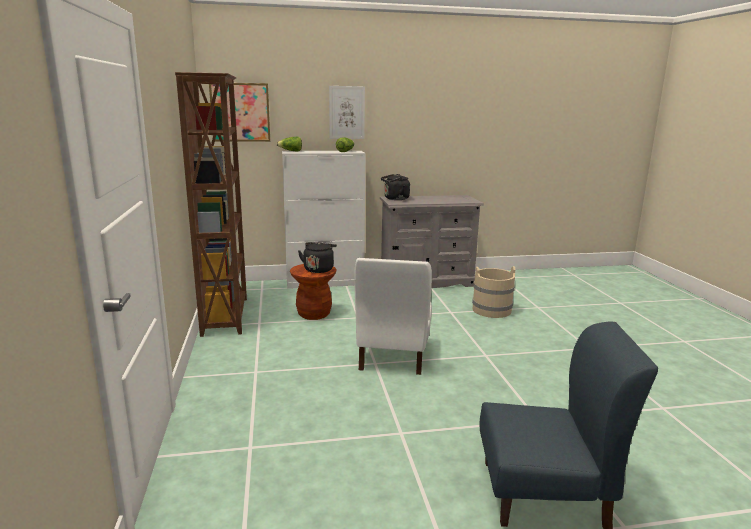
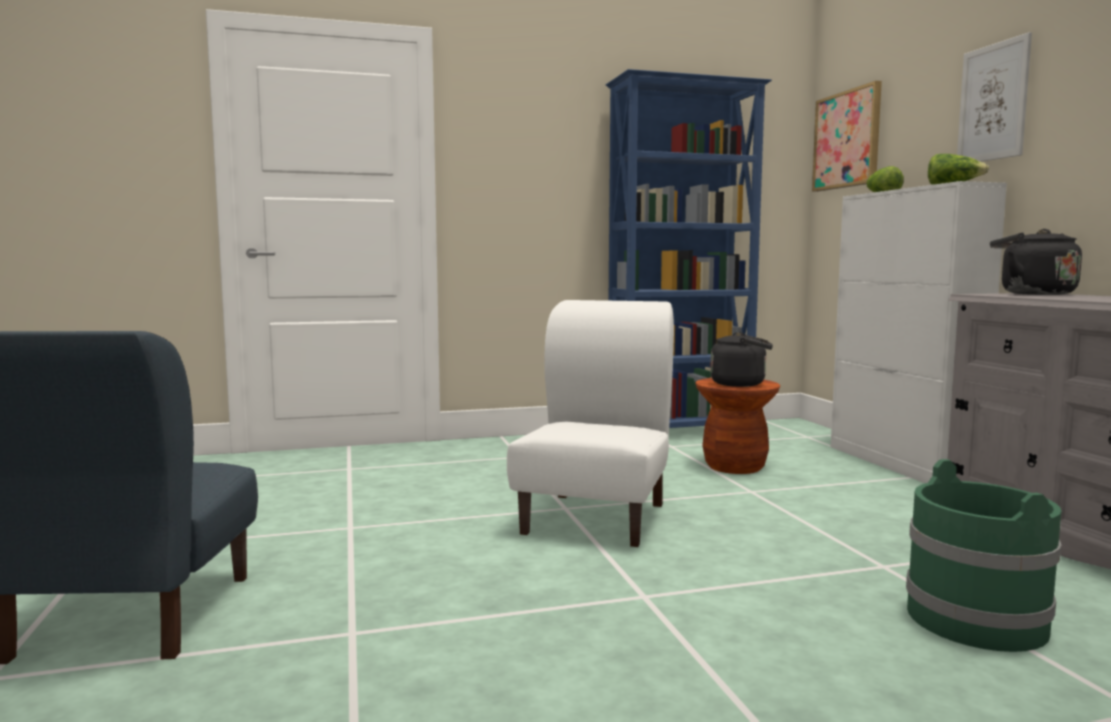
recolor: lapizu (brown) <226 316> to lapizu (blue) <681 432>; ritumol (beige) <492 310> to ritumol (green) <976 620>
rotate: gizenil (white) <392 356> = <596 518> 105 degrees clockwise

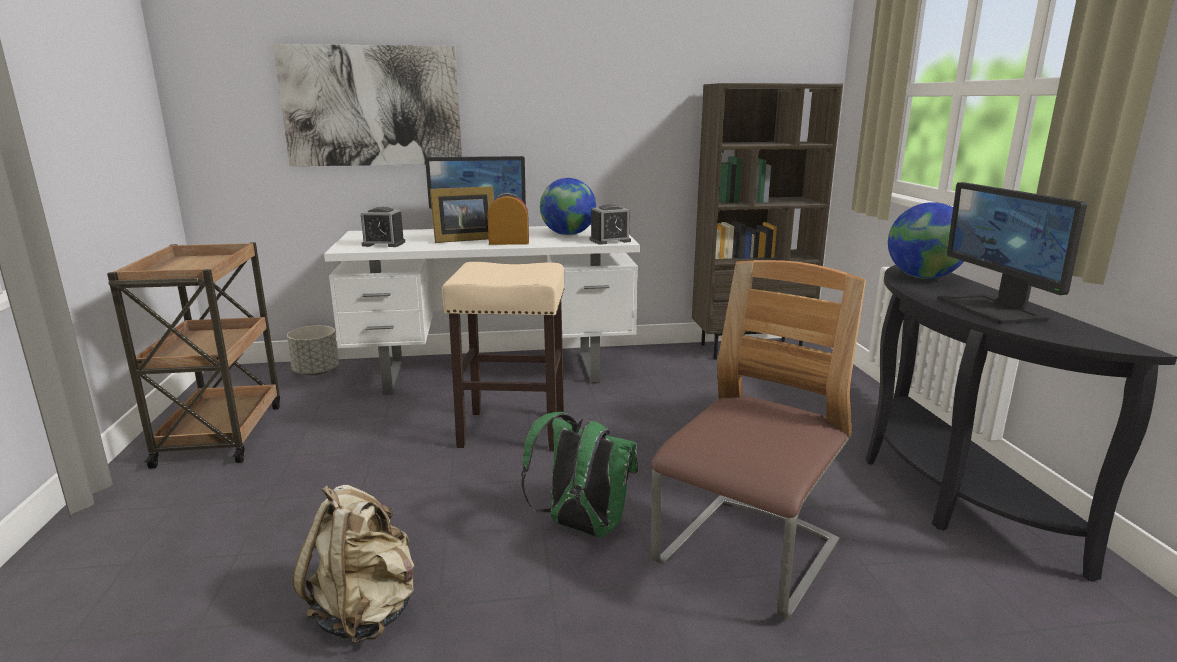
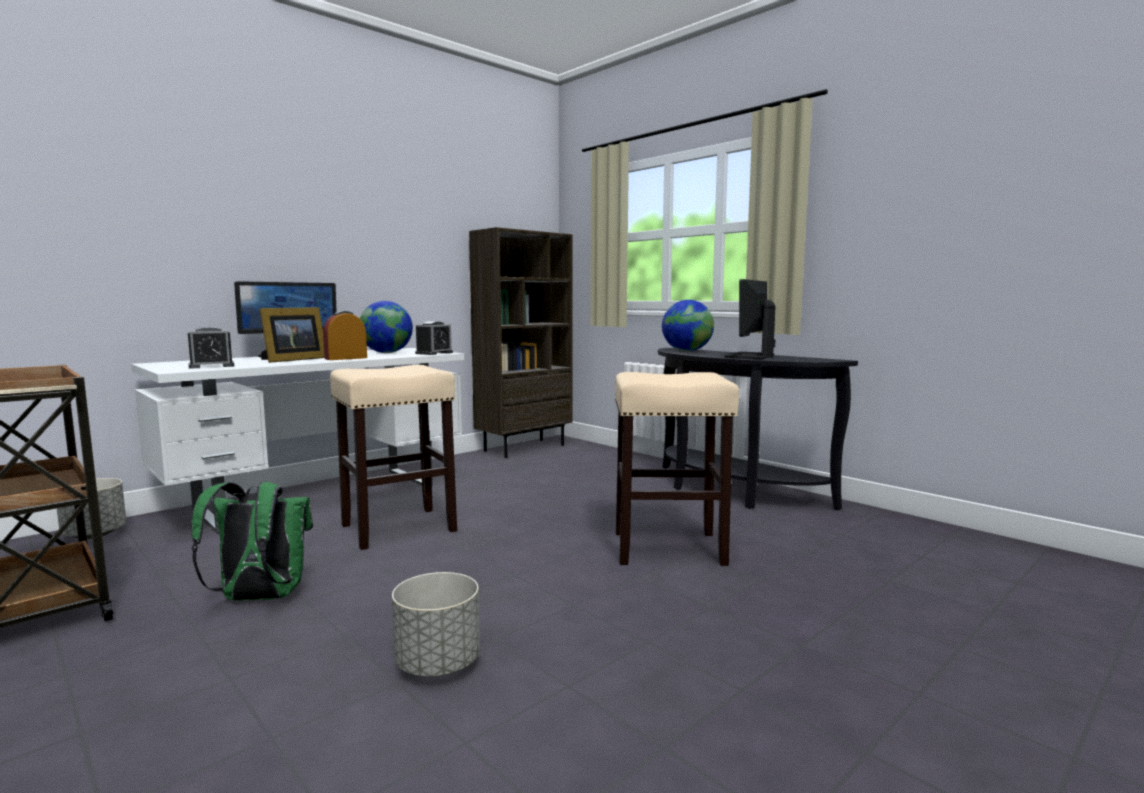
delete: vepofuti <372 106>
move: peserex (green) <581 527> to <259 598>
replace: peserex (beige) <366 612> to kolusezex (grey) <437 664>; gizenil <747 556> to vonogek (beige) <670 548>
rotate: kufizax <993 309> = <751 356> 75 degrees clockwise

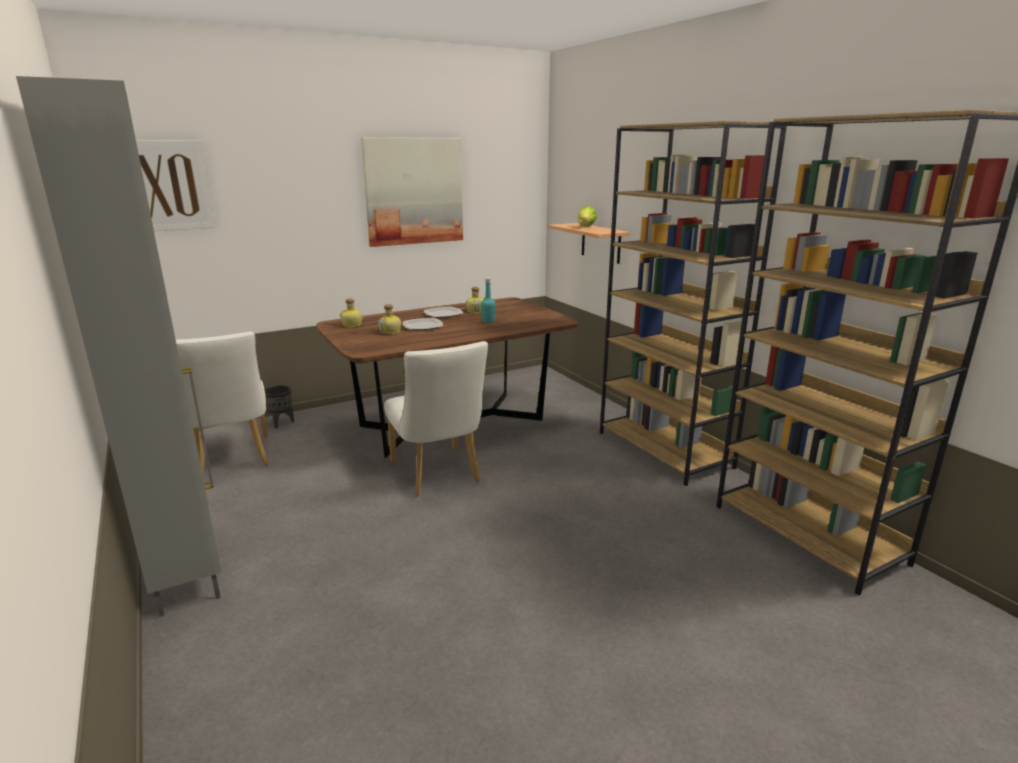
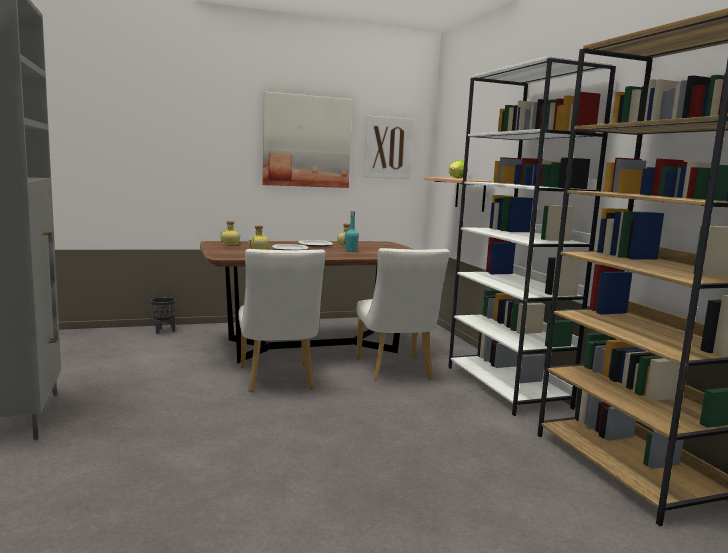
move: gizenil (white) <233 459> to <395 370>; vepofuti <169 186> to <388 148>
recolor: lapizu (brown) <665 450> to lapizu (white) <507 387>

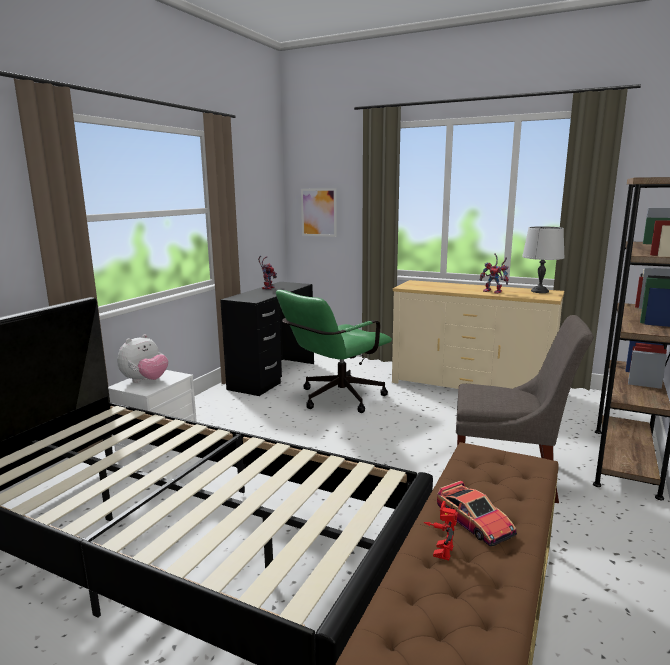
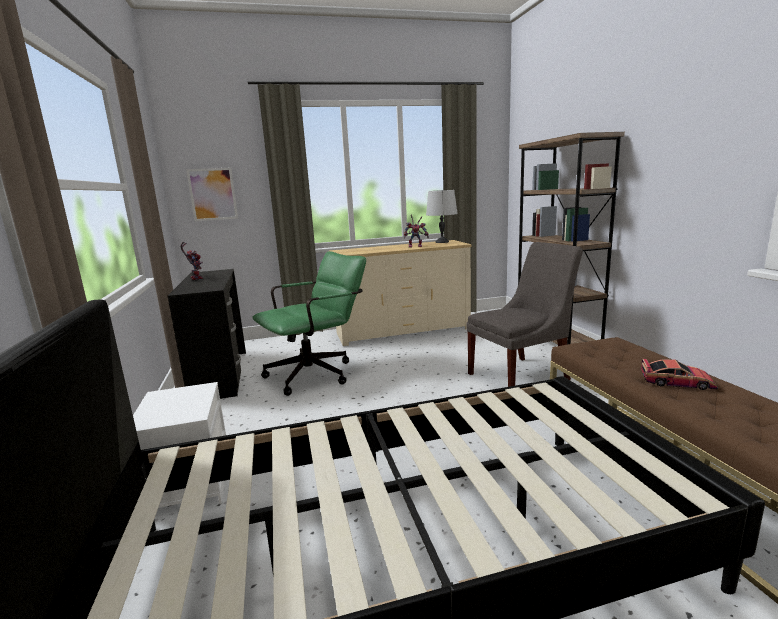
delete: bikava <145 381>; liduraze <440 549>
rotate: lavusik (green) <335 399> = <317 373> 135 degrees counterclockwise

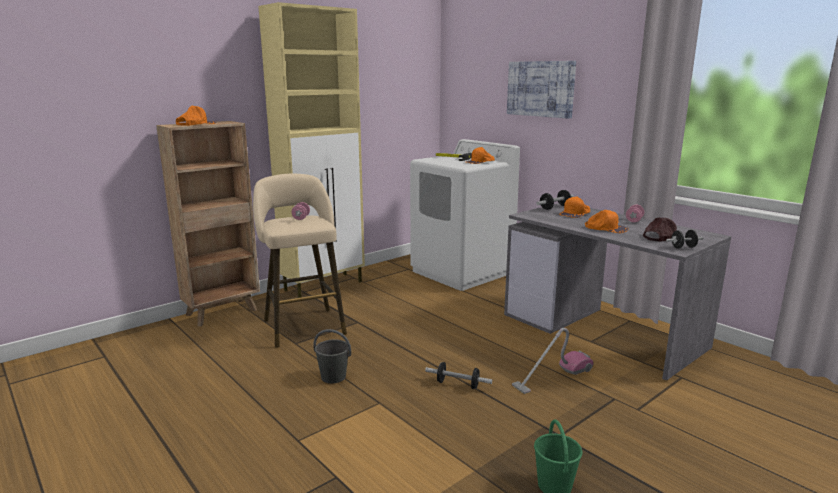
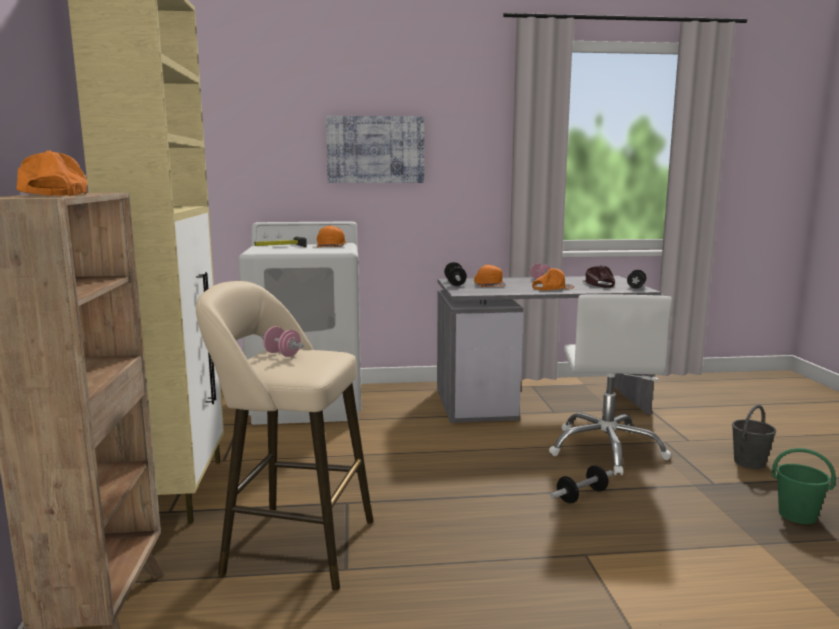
move: ritumol (grey) <333 377> to <749 463>
replace: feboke <553 377> to lavusik (white) <606 449>

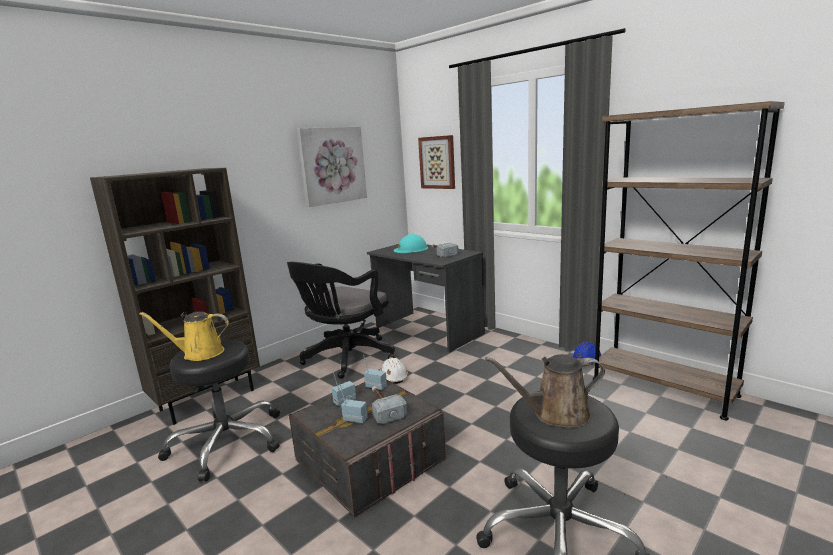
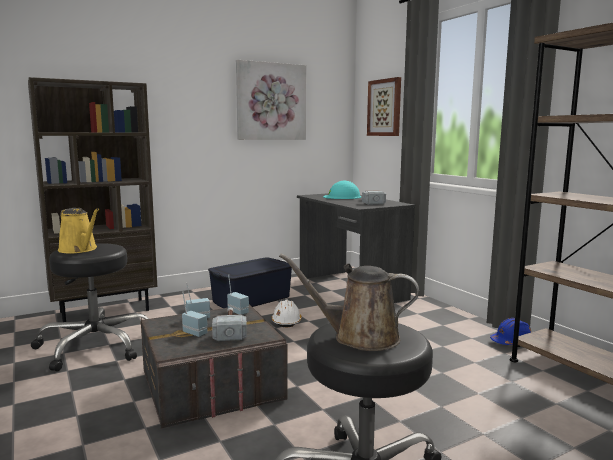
replace: lavusik (black) <345 358> to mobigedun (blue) <251 299>
rotate: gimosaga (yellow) <199 353> = <79 249> 150 degrees counterclockwise

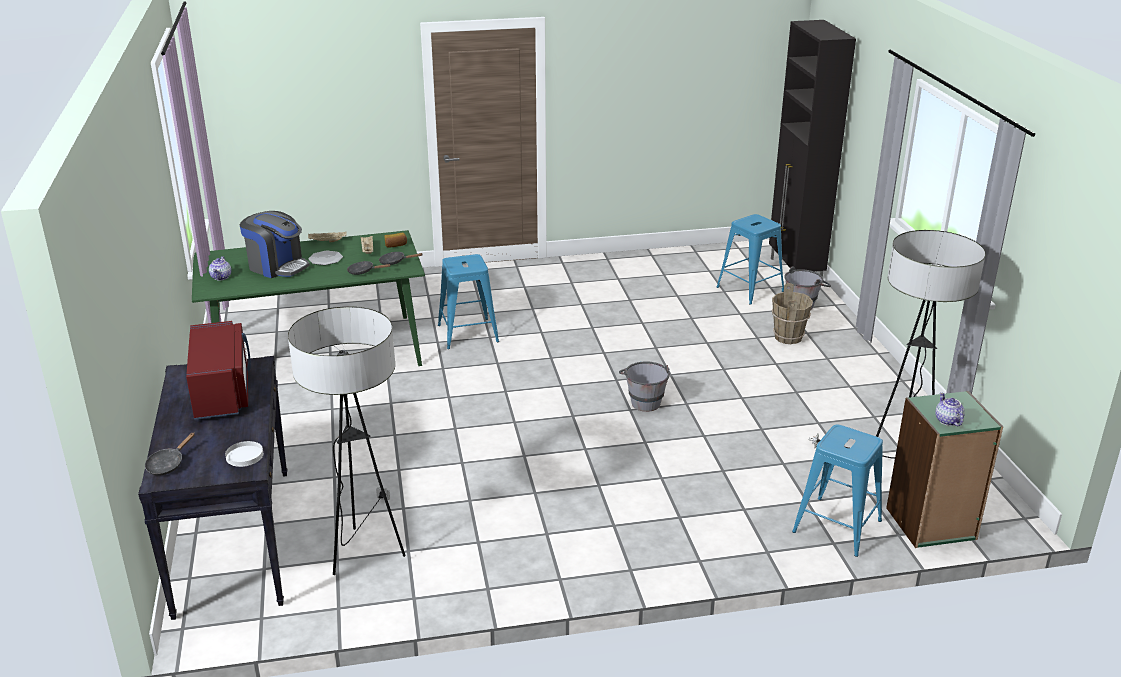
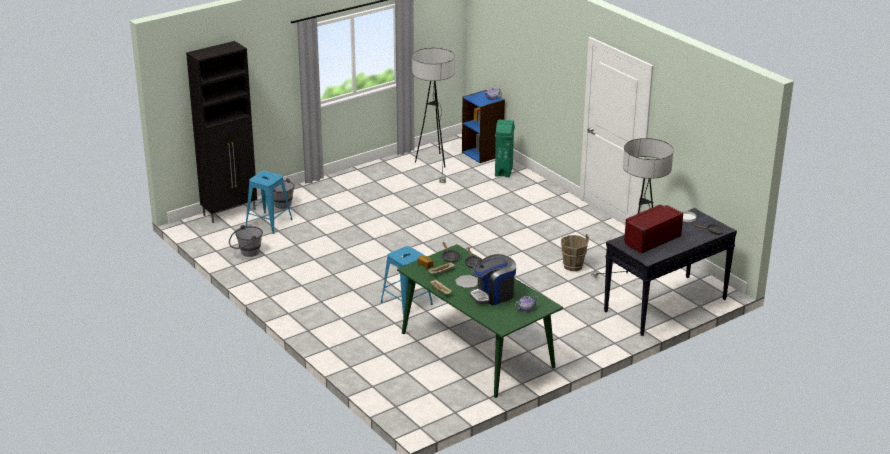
move: ritumol (grey) <644 400> to <246 253>; ritumol (brown) <788 337> to <572 266>
replace: vonogek (blue) <837 526> to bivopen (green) <504 171>
recolor: lapizu (green) <931 524> to lapizu (blue) <483 154>
rotate: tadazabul <277 266> = <493 295> 120 degrees counterclockwise

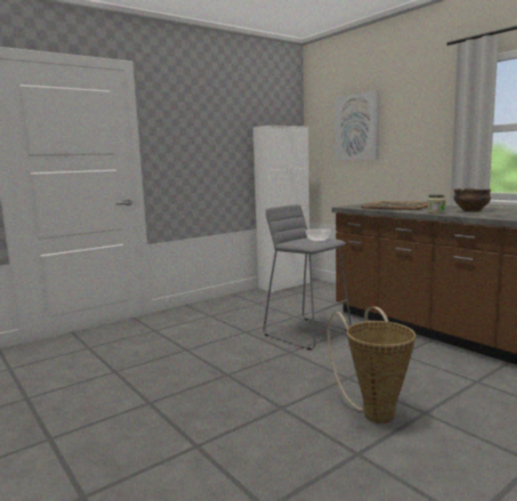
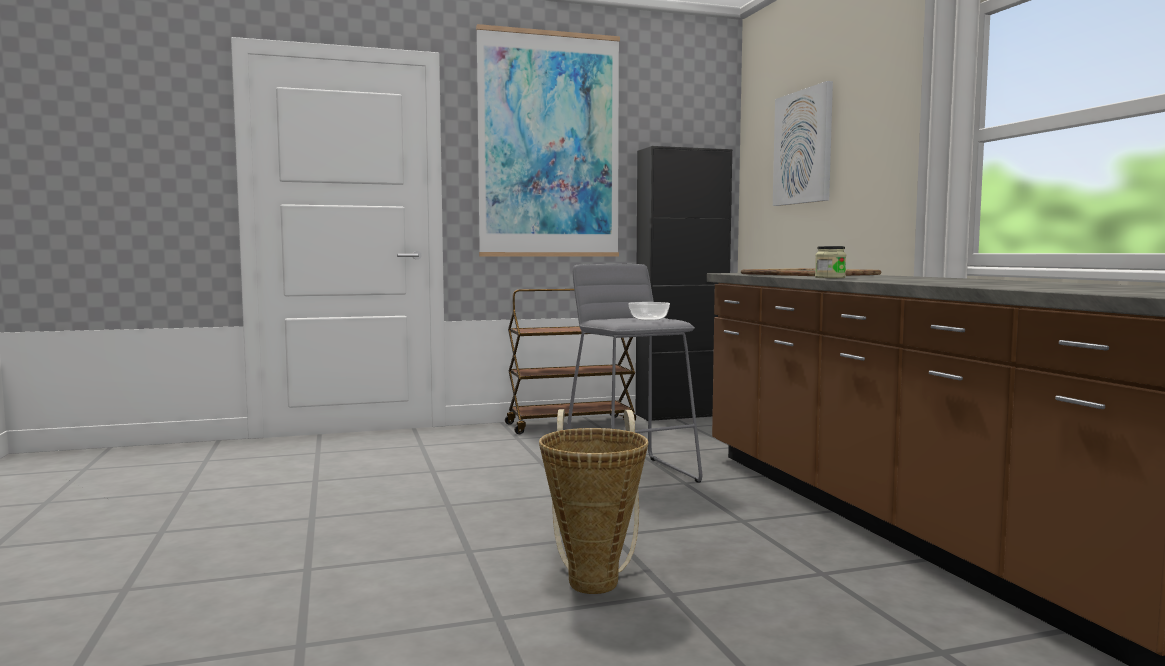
delete: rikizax <471 211>
insert: vepofuti <549 145>; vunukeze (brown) <571 425>
recolor: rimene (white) <284 285> to rimene (black) <681 415>

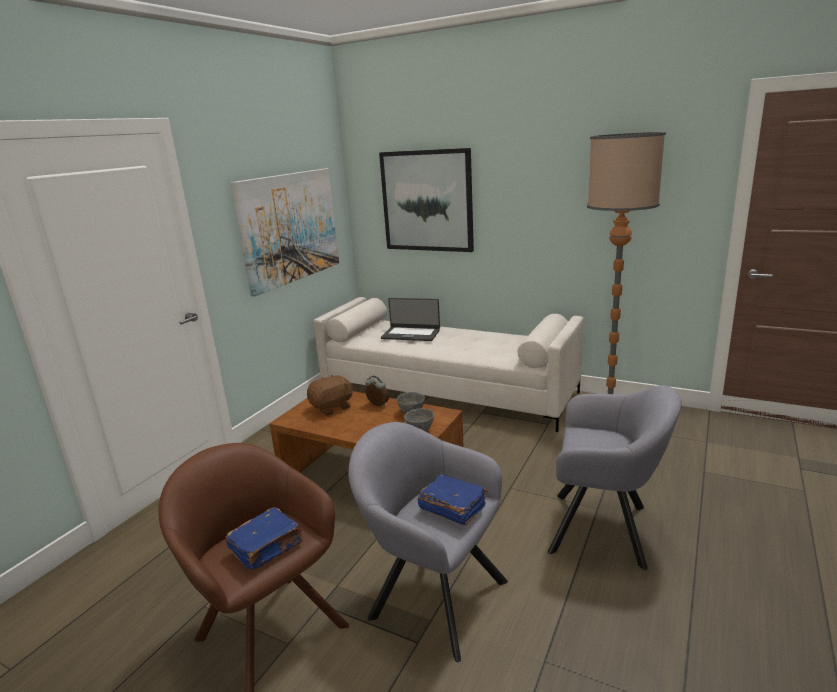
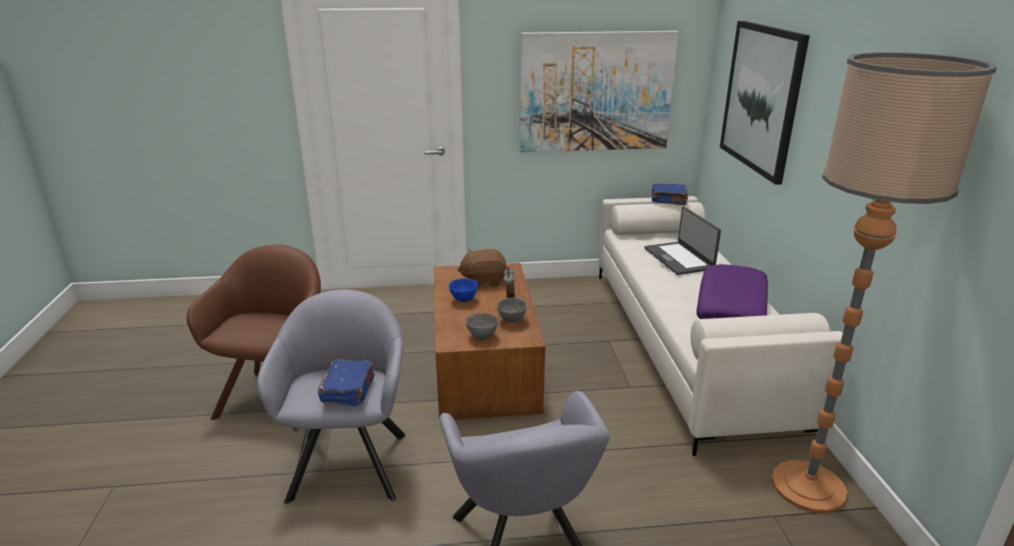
insert: rikizax (blue) <464 300>; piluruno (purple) <731 307>
move: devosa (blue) <267 548> to <669 201>
rotate: bikava (brown) <332 407> = <483 281> 150 degrees clockwise

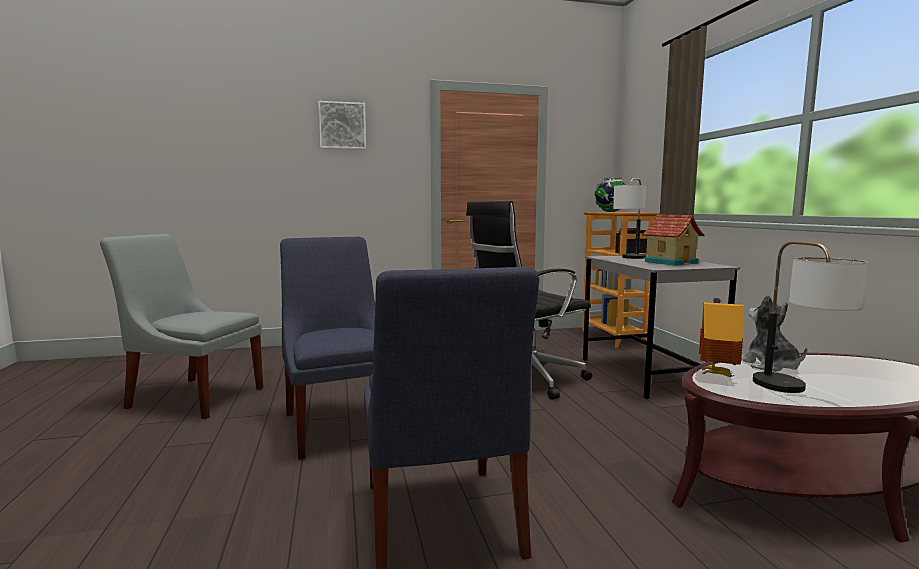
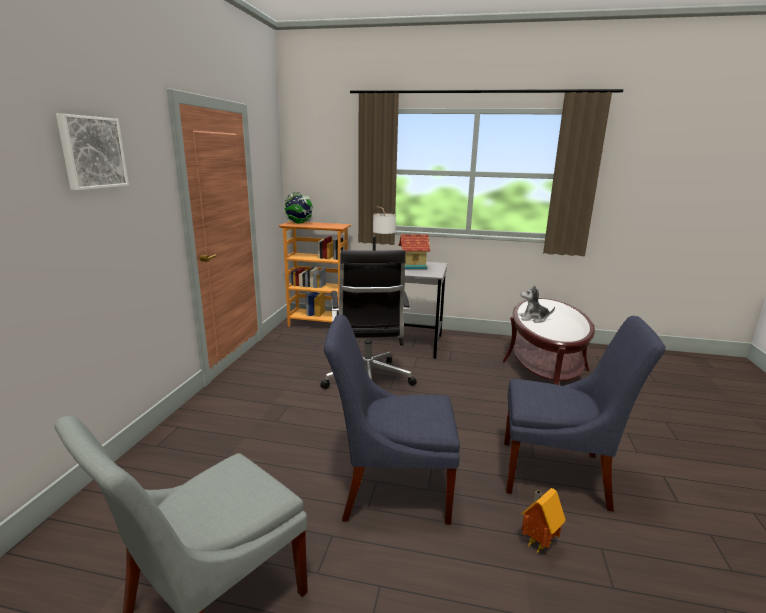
delete: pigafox <797 393>
move: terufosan <716 374> to <536 543>

